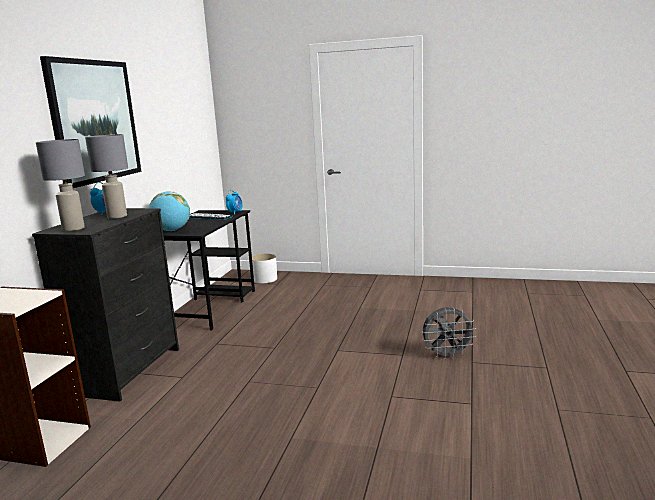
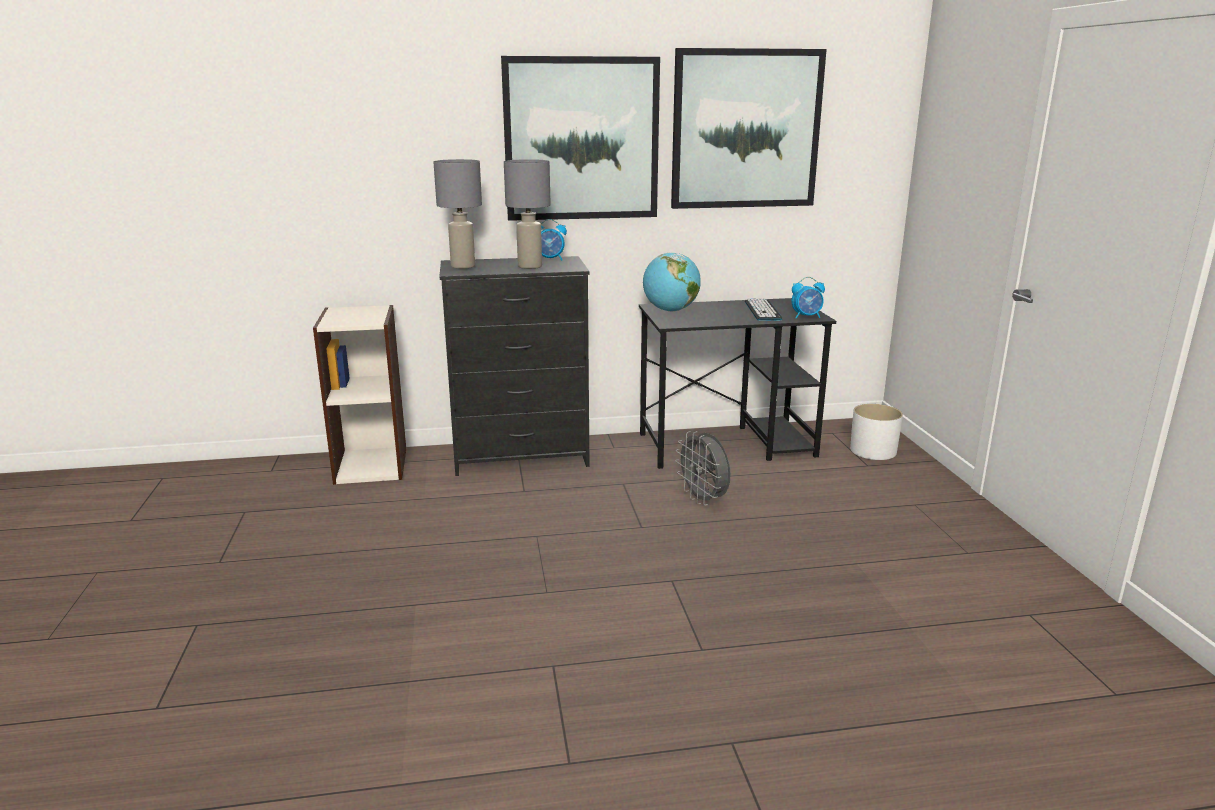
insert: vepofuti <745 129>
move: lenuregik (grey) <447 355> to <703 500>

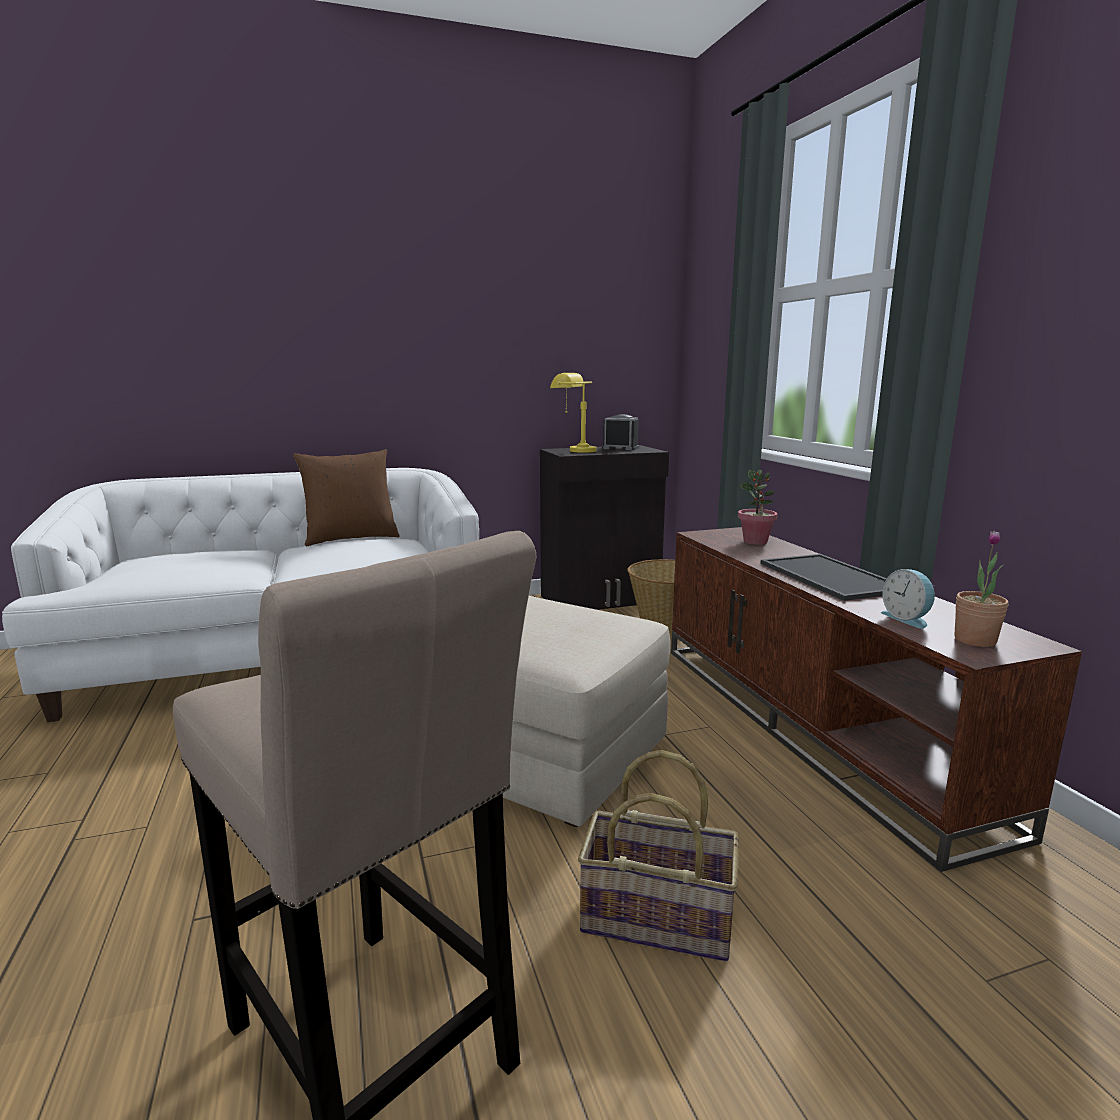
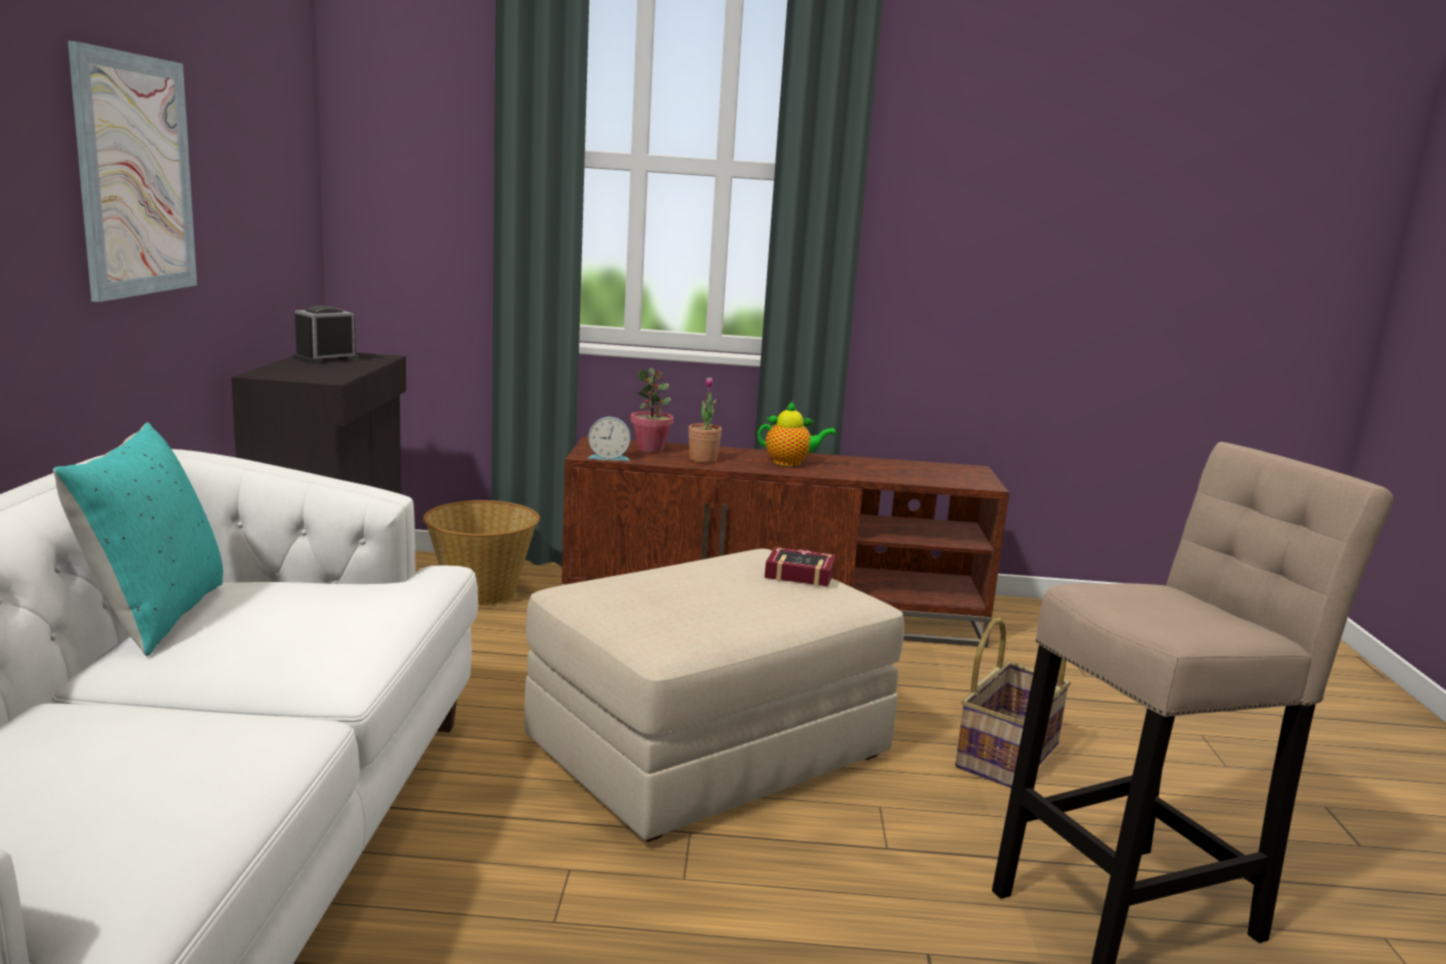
delete: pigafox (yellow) <573 450>
insert: vepofuti <135 176>; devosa <797 573>
move: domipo <907 618> to <609 457>; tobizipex <975 640> to <703 459>
replace: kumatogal <827 577> to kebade <790 463>
recolor: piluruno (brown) <351 538> to piluruno (turquoise) <154 616>

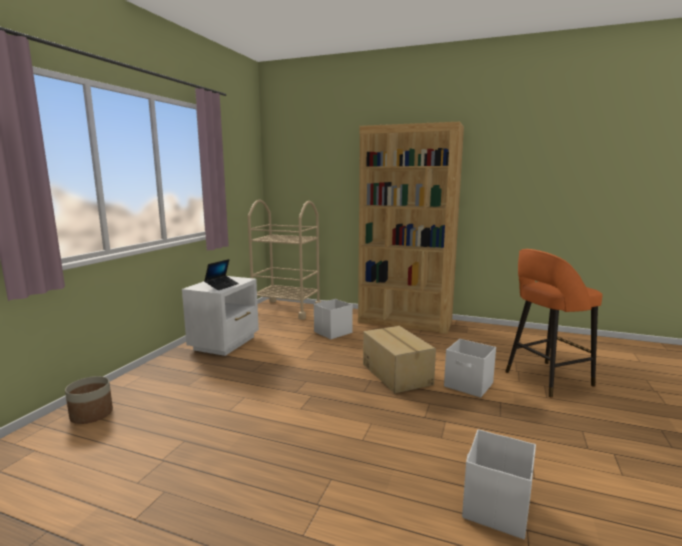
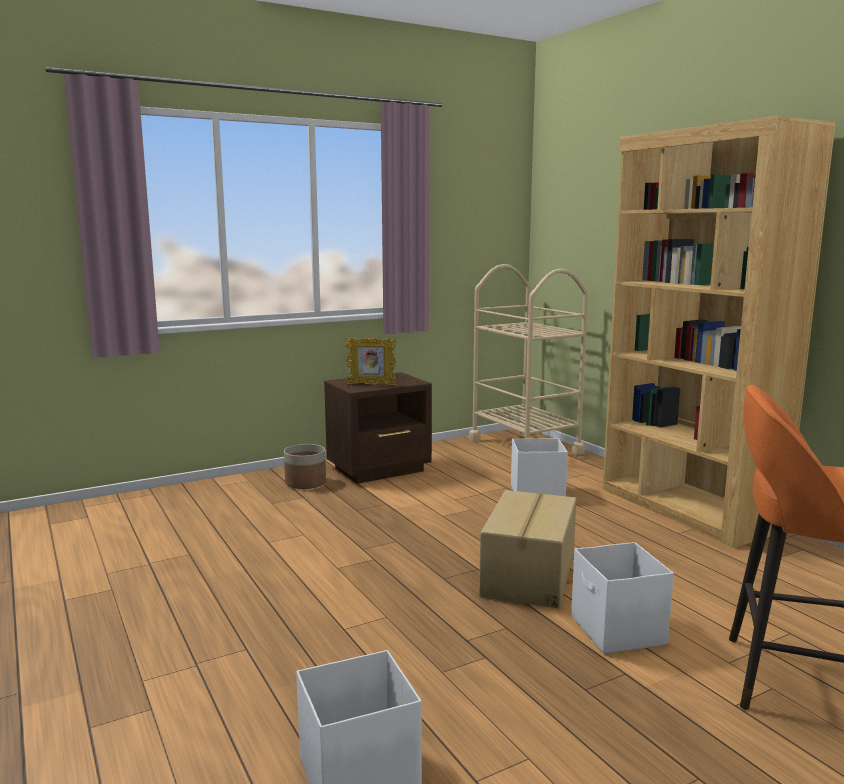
move: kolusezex <91 414> to <305 483>
replace: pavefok <222 286> to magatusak <371 384>
recolor: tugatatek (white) <226 343> to tugatatek (brown) <380 469>

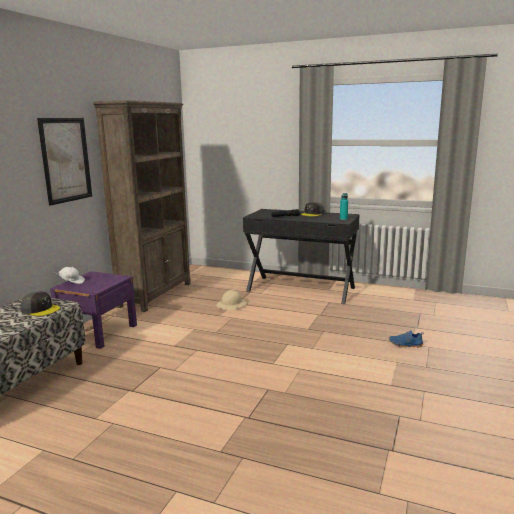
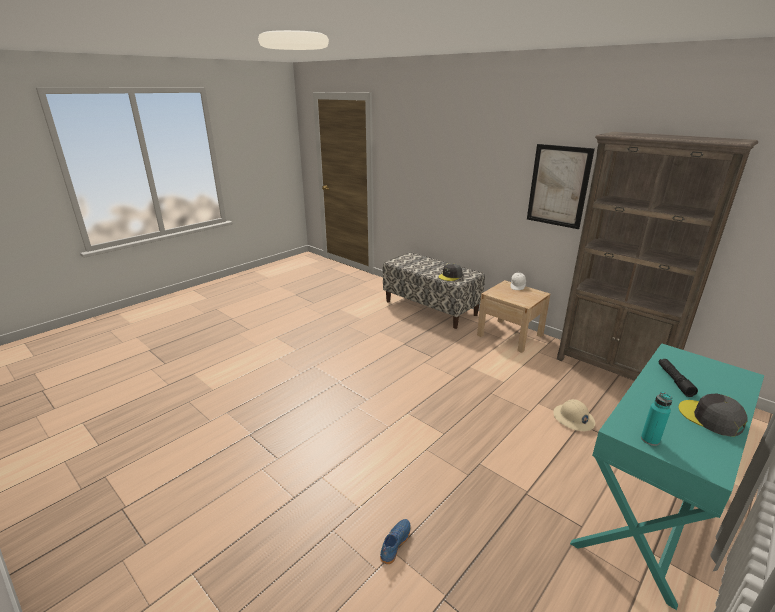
recolor: tugatatek (purple) <98 332> to tugatatek (beige) <510 335>; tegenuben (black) <301 289> to tegenuben (turquoise) <650 511>

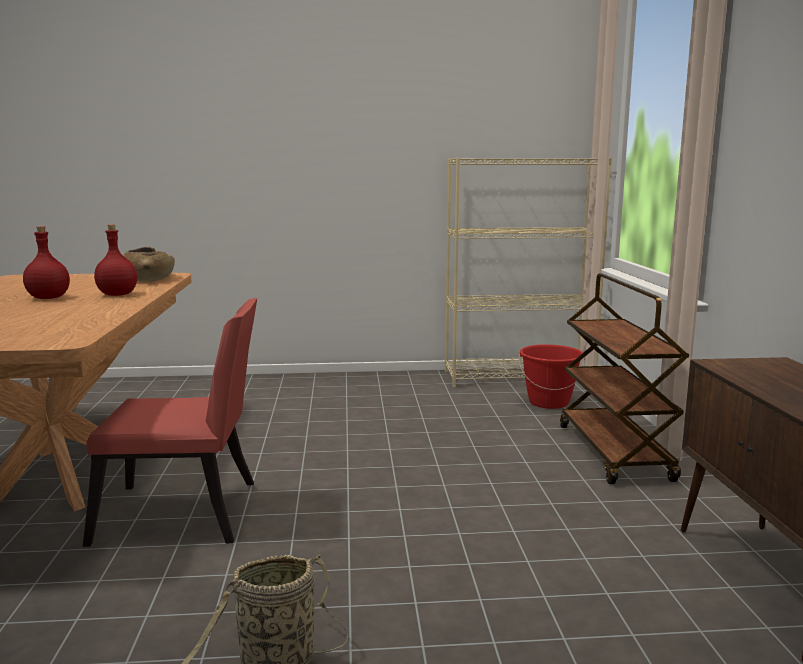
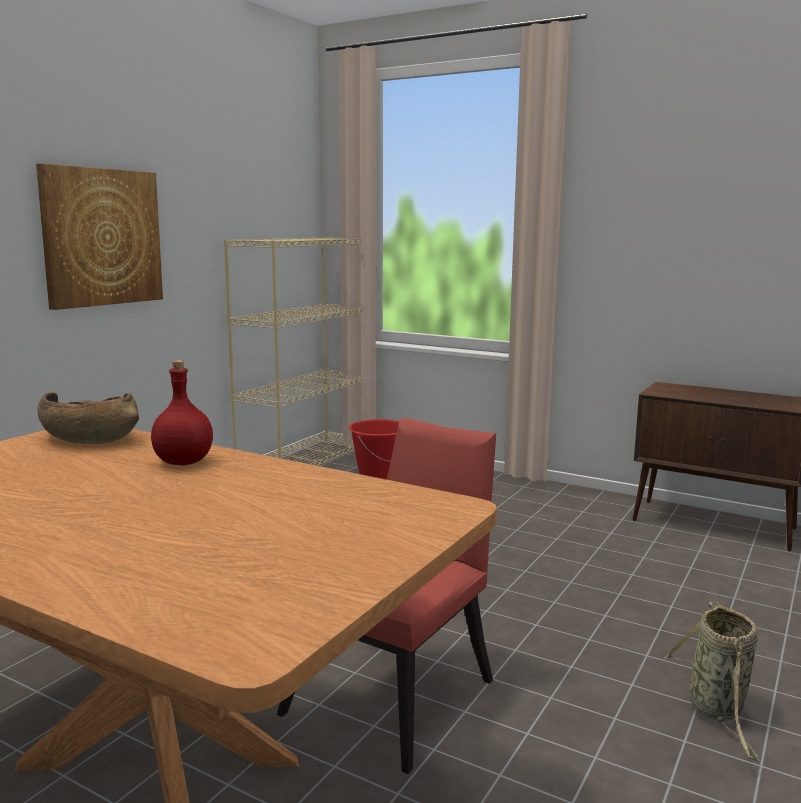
delete: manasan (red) <49 298>; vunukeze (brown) <614 453>
insert: vepofuti <102 237>

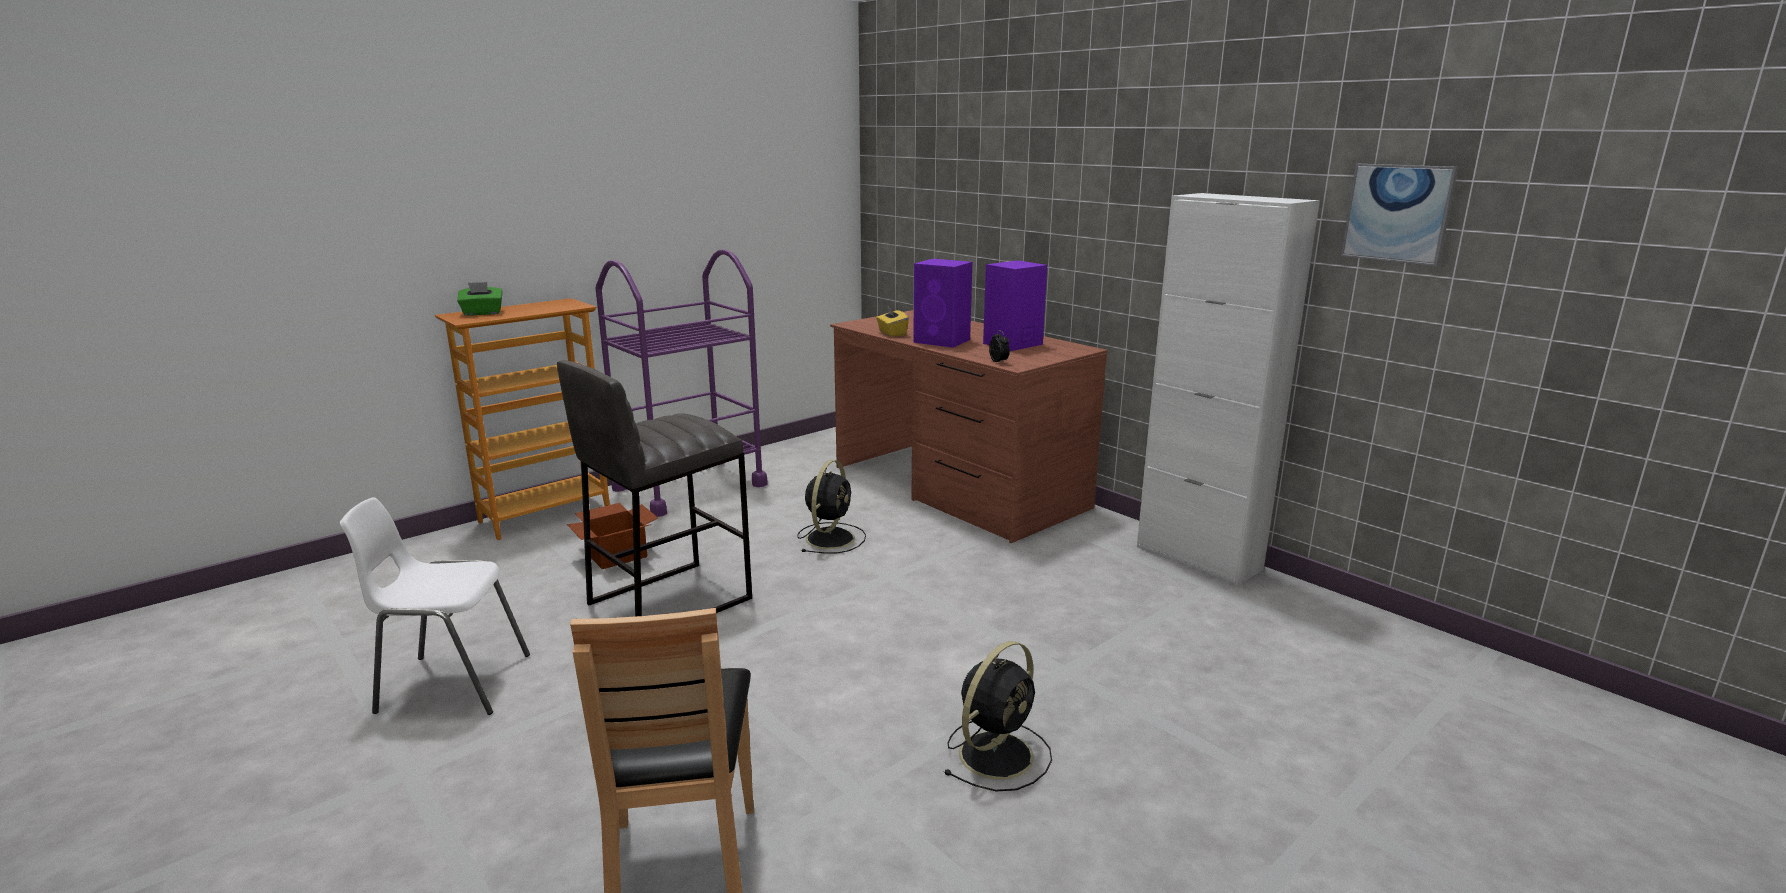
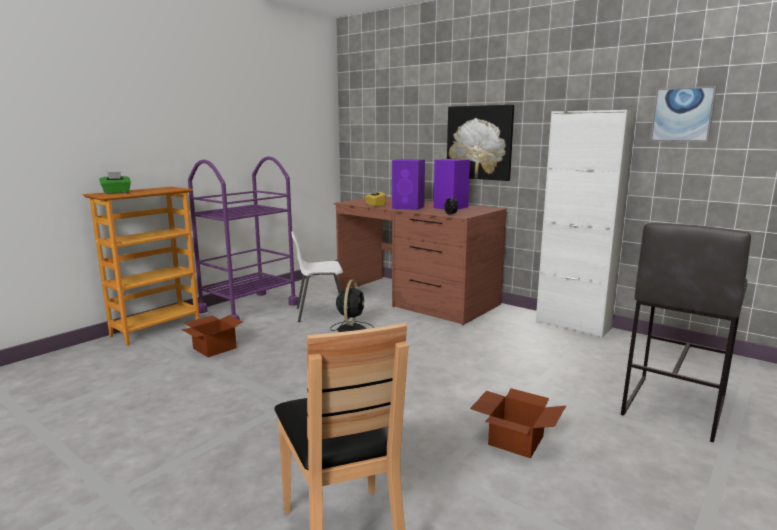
insert: vepofuti <479 142>
move: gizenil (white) <451 683> to <320 313>; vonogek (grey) <668 601> to <672 406>
replace: lenuregik (black) <998 753> to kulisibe <514 439>

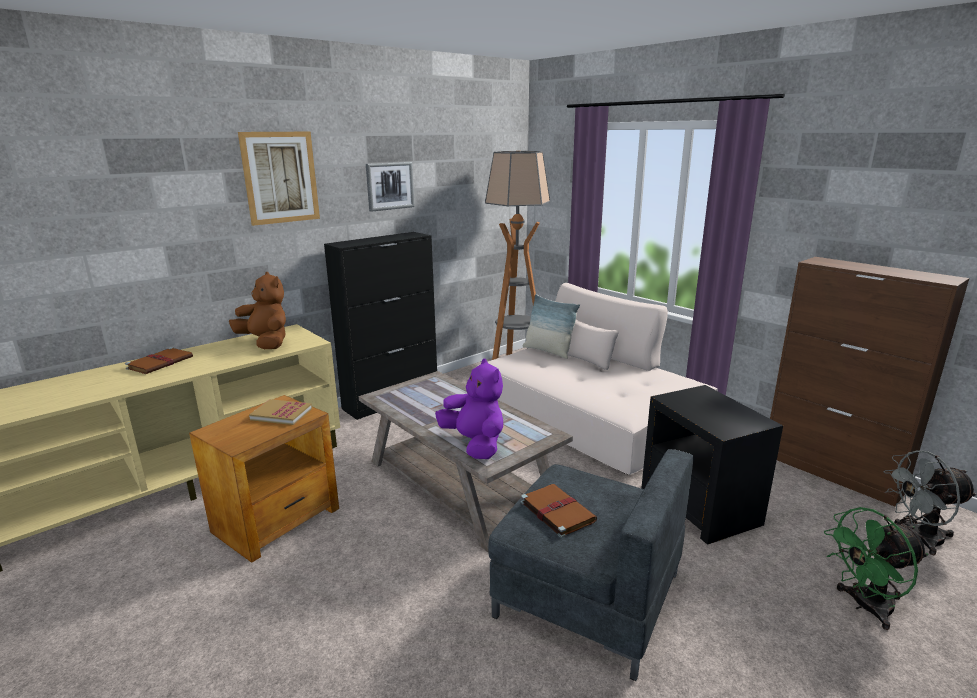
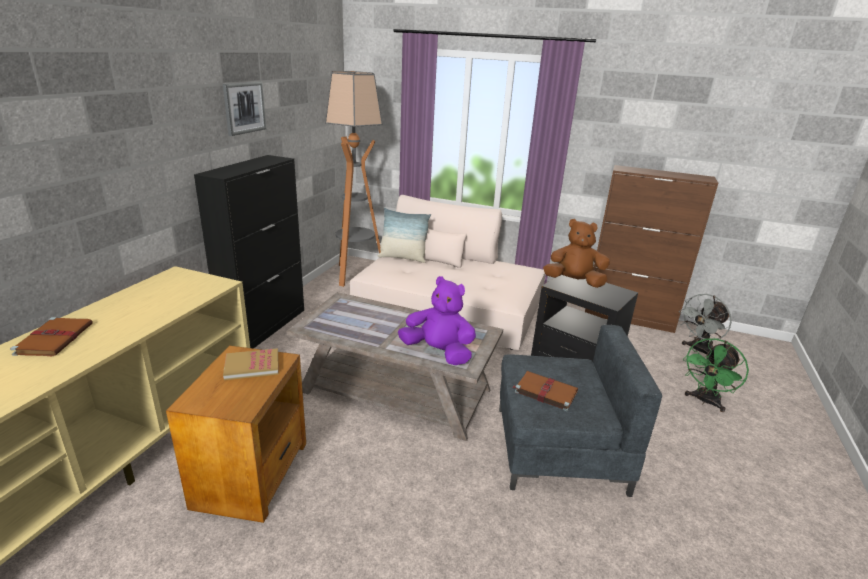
delete: vepofuti <280 177>
move: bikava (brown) <266 343> to <574 282>

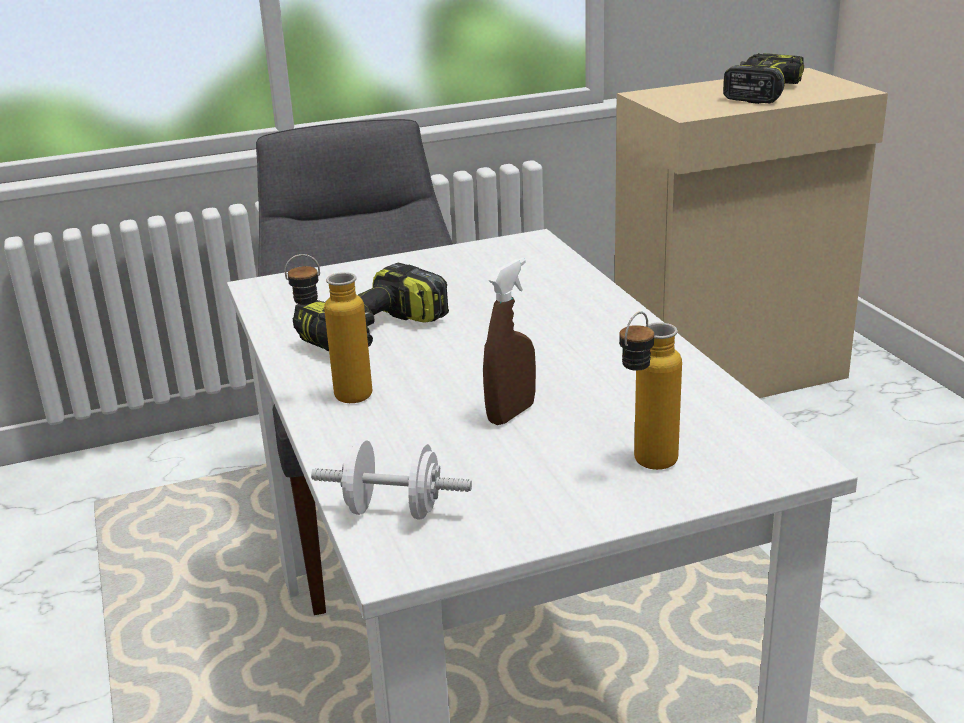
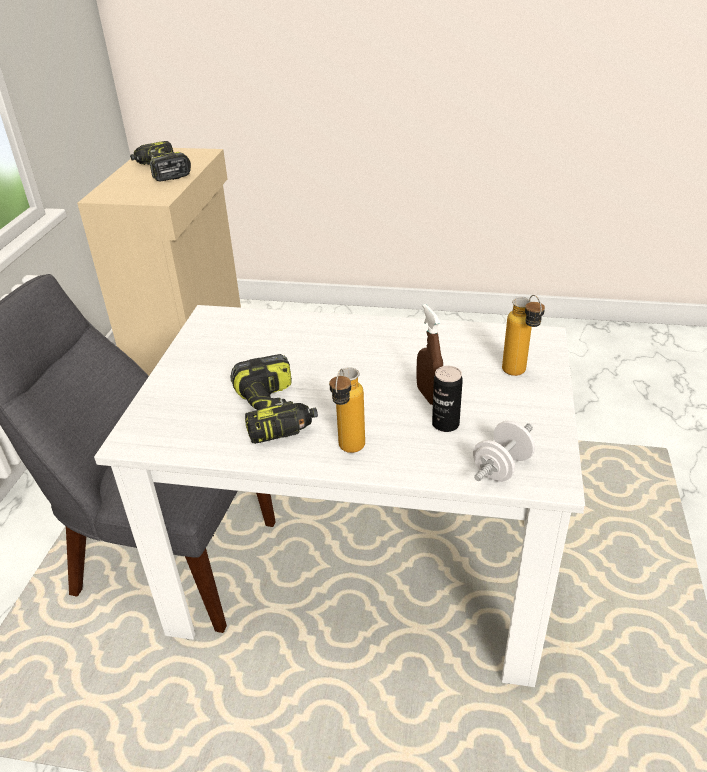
insert: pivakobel <445 424>

